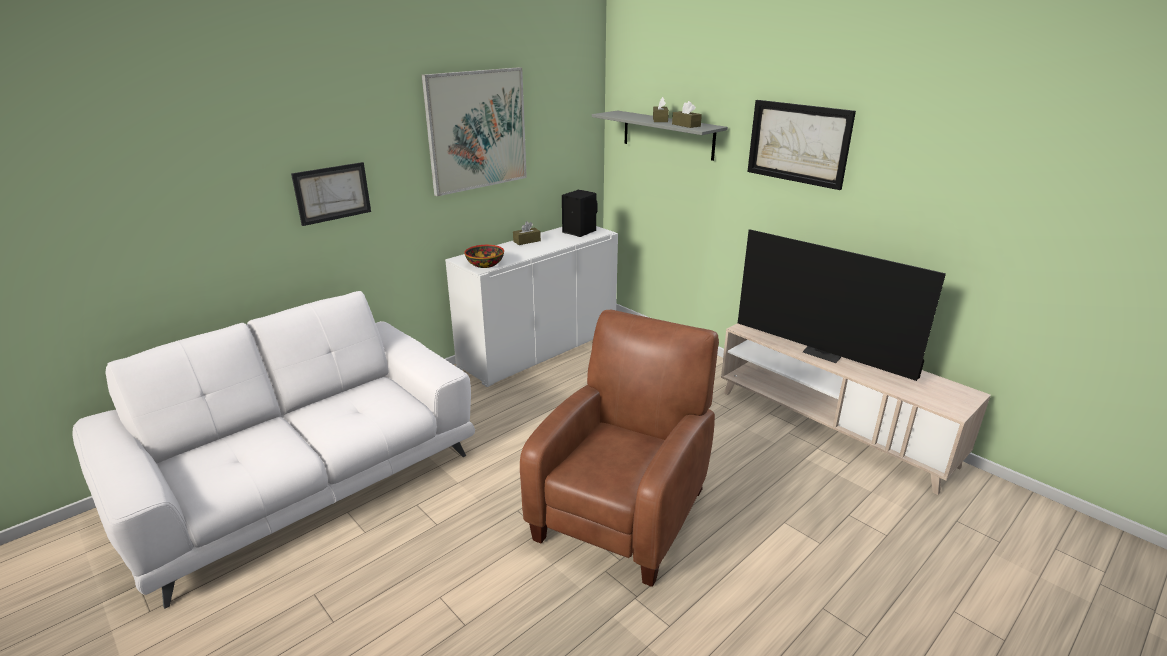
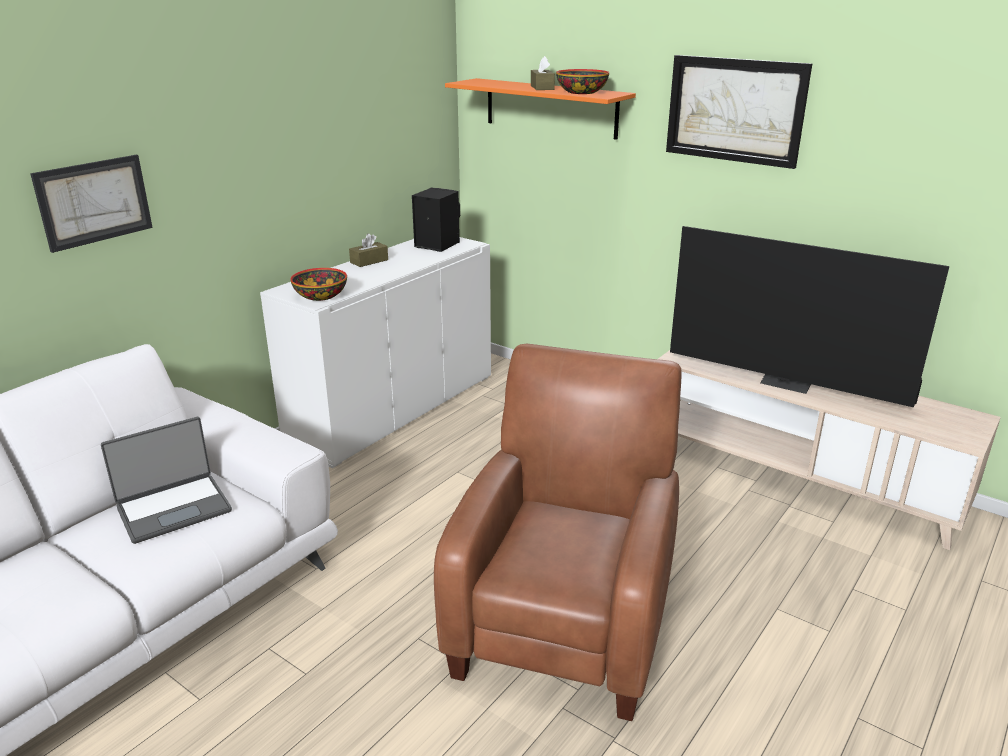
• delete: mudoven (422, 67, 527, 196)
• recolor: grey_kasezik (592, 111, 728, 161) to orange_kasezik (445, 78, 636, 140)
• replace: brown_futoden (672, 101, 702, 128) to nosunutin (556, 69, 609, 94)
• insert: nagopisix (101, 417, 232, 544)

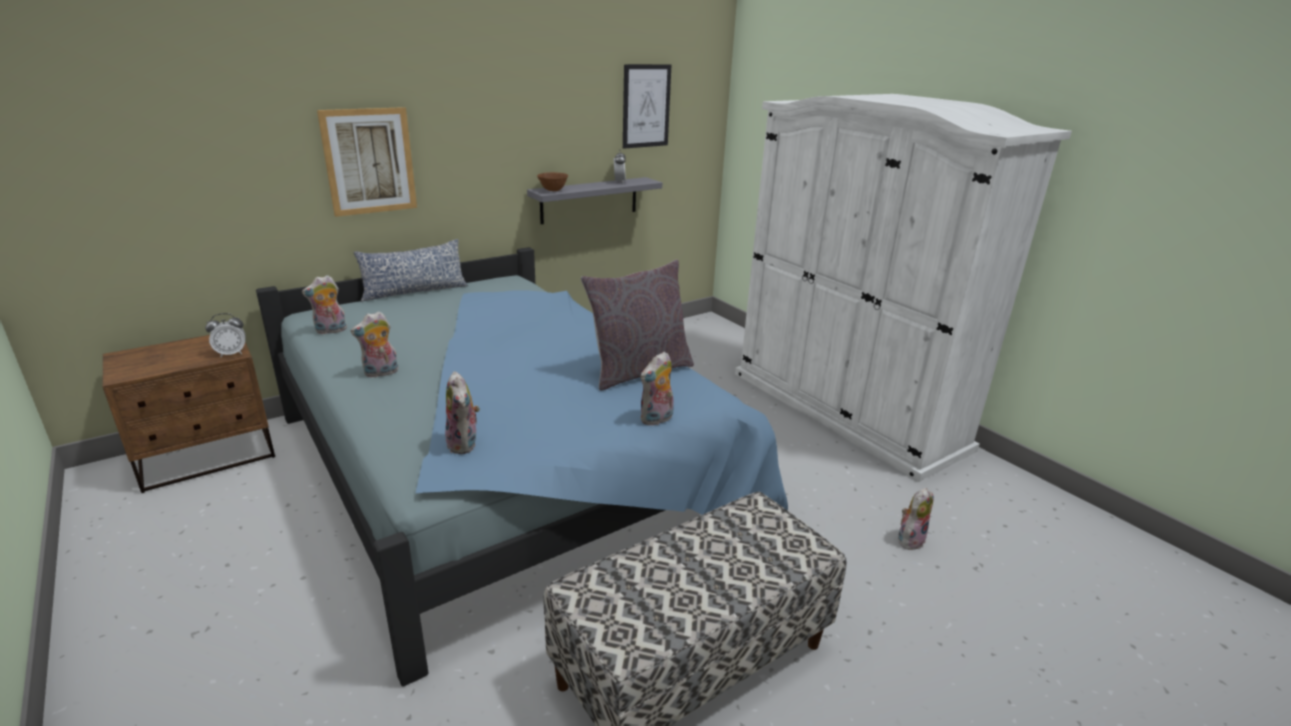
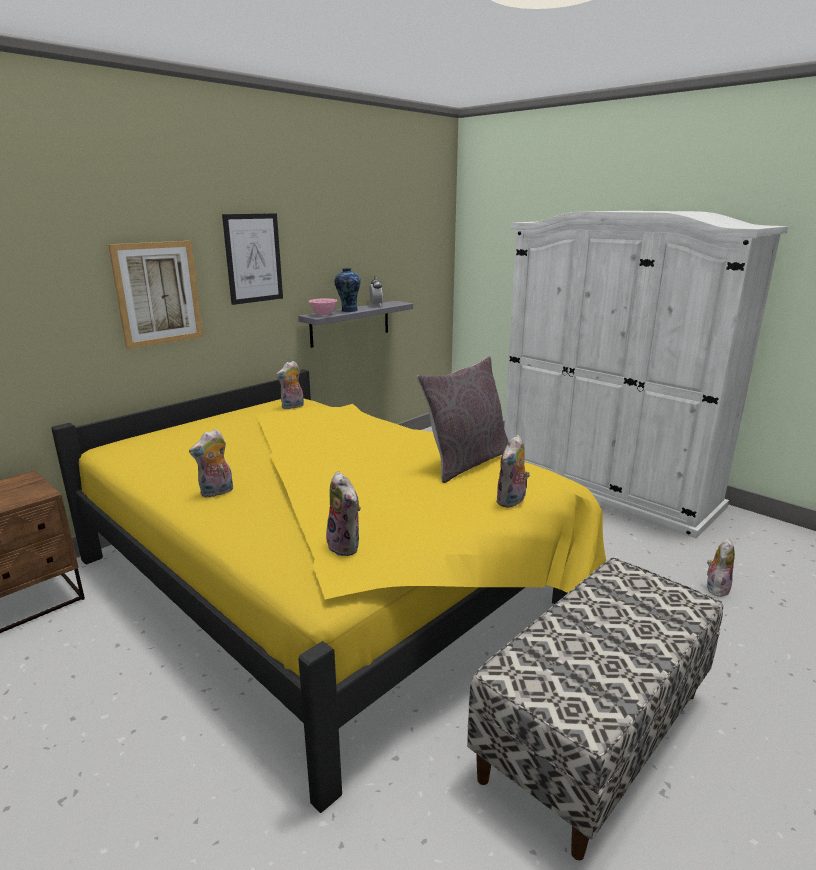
• delete: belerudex (205, 313, 246, 357)
• recolor: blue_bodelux (256, 247, 788, 687) to yellow_bodelux (51, 369, 606, 813)
• move: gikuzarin (302, 275, 347, 334) to (276, 361, 304, 409)
• delete: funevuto (354, 239, 468, 302)
• recolor: brown_nosunutin (537, 172, 568, 191) to pink_nosunutin (308, 299, 337, 315)
• move: mudoven (623, 64, 671, 149) to (222, 214, 283, 305)
• insert: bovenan (334, 268, 361, 312)

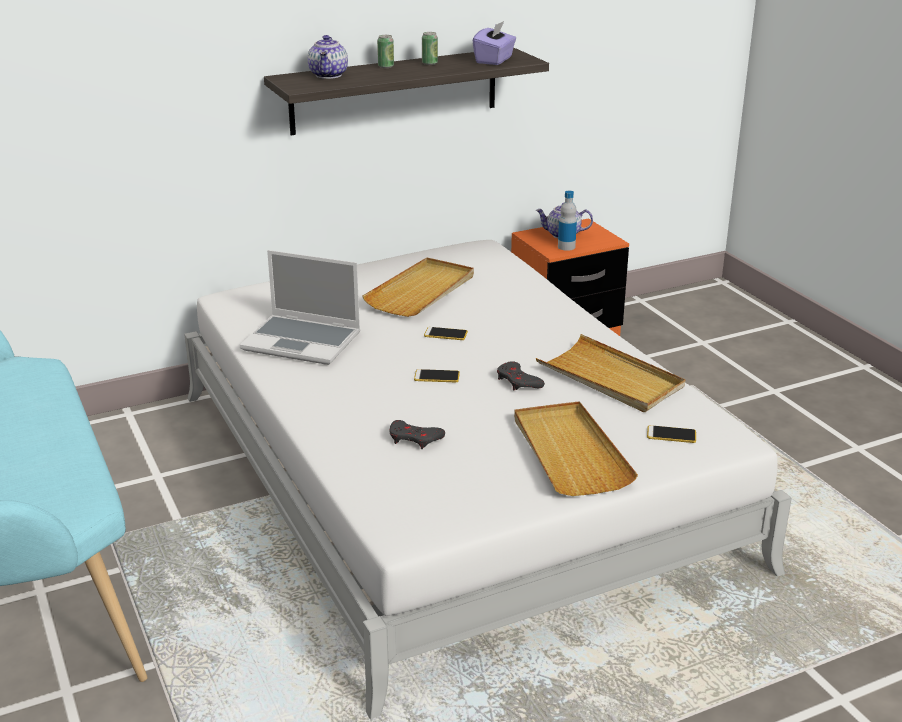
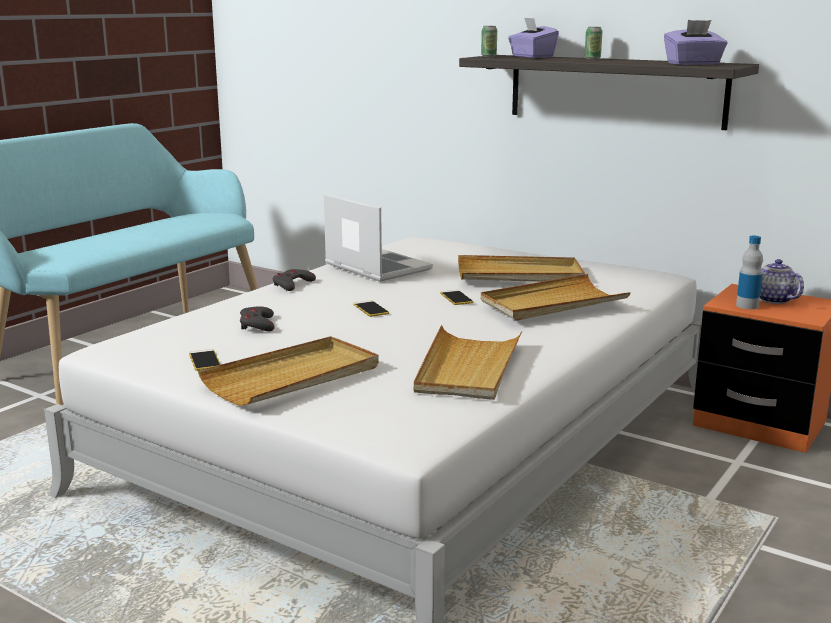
• rotate: nagopisix (240, 250, 360, 365) = (324, 194, 433, 282) 150 degrees clockwise
• replace: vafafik (307, 35, 348, 79) to purple_futoden (508, 17, 559, 58)
• move: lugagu (422, 32, 438, 65) to (481, 25, 497, 57)
• move: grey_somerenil (497, 361, 545, 391) to (273, 269, 316, 291)
• move: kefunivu (647, 425, 696, 443) to (189, 349, 221, 371)
• insert: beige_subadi (481, 274, 631, 321)

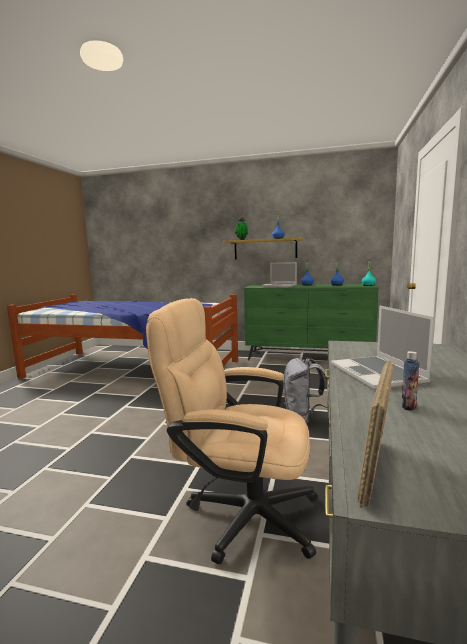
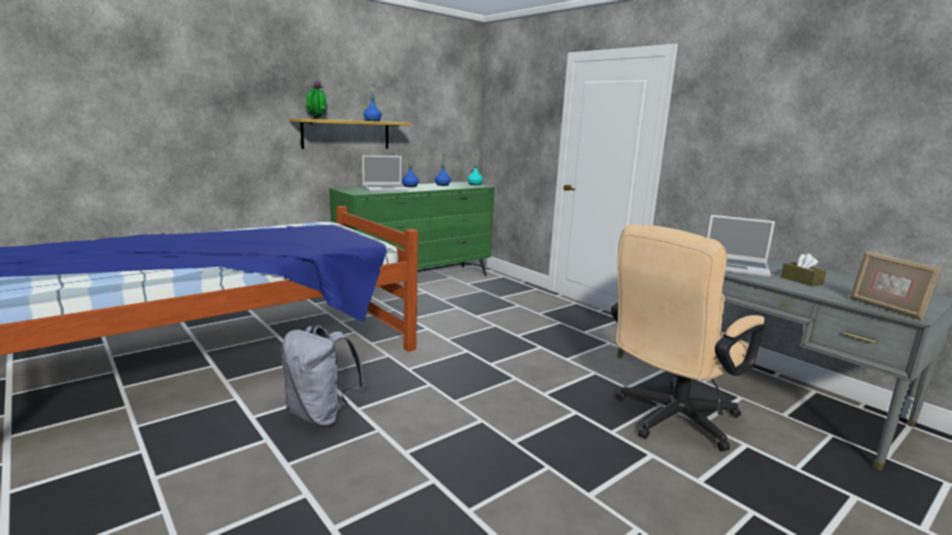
• move: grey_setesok (284, 357, 328, 424) to (281, 325, 365, 427)
• replace: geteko (401, 351, 419, 411) to brown_futoden (781, 253, 826, 286)

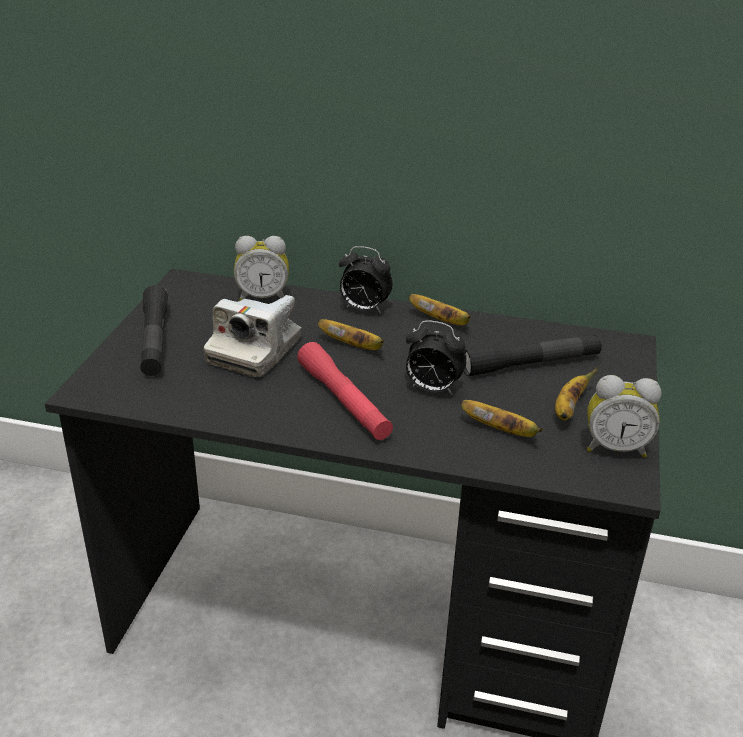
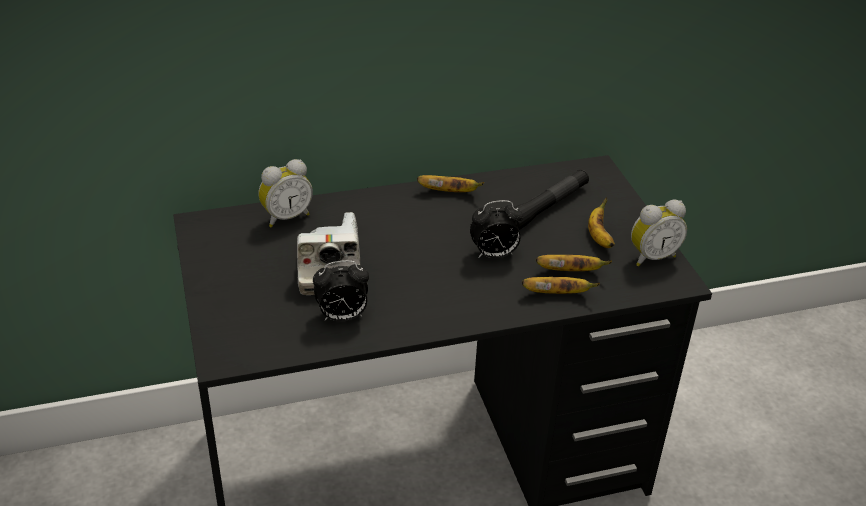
• delete: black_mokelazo (140, 285, 168, 376)
• delete: red_mokelazo (297, 342, 393, 440)
• move: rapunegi (317, 319, 384, 350) to (522, 277, 600, 294)
• move: belerudex (339, 246, 393, 313) to (313, 260, 369, 321)

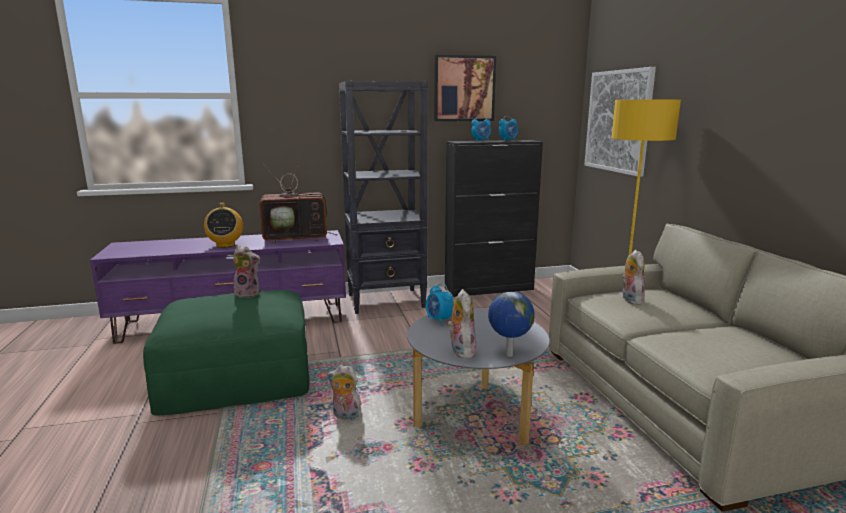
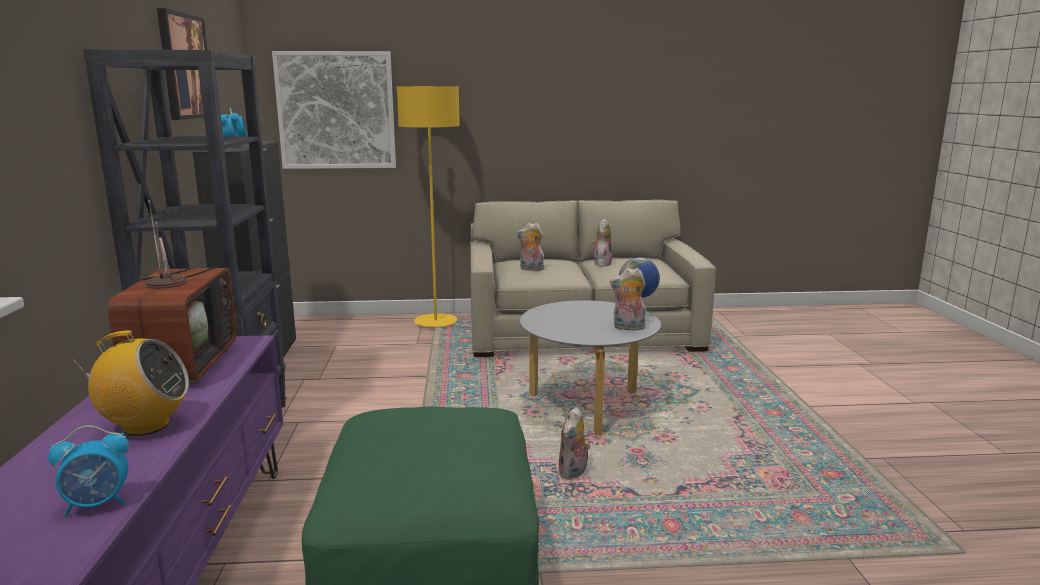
• move: gikuzarin (233, 246, 261, 298) to (592, 219, 612, 267)
• move: belerudex (426, 283, 453, 325) to (48, 425, 129, 516)

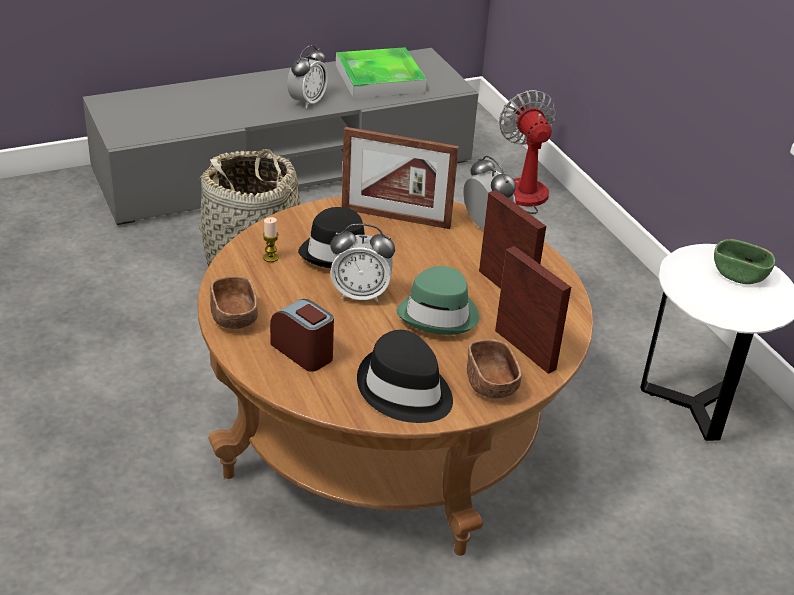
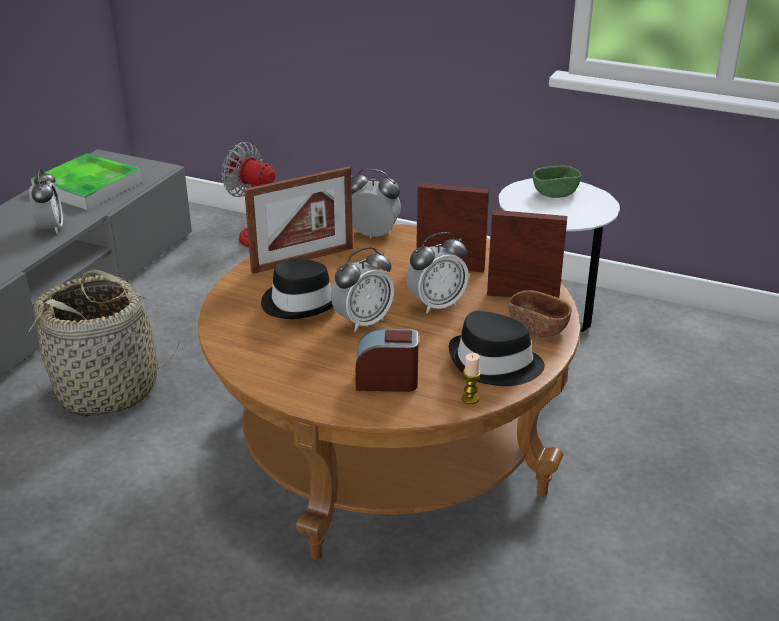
• delete: brown_nosunutin (210, 276, 258, 329)
• move: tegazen (263, 217, 279, 262) to (462, 353, 481, 404)
• replace: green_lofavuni (396, 266, 479, 335) to belerudex (406, 232, 469, 314)

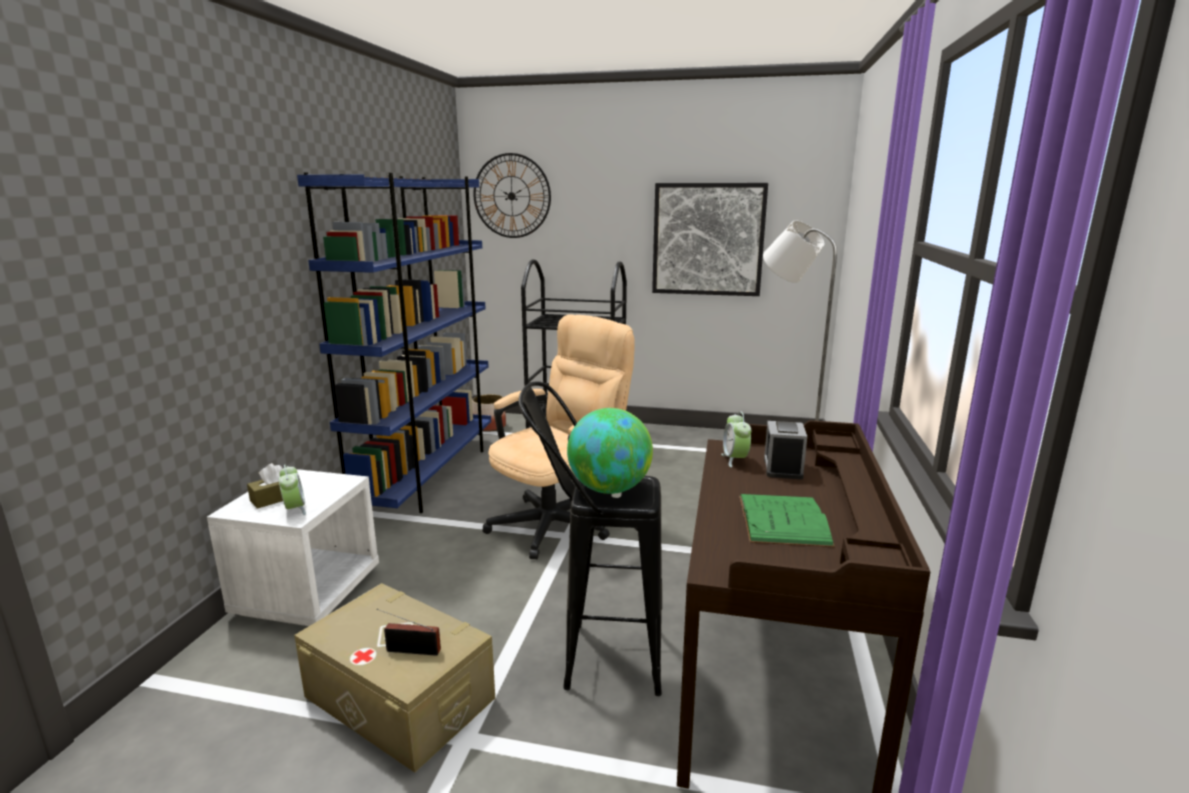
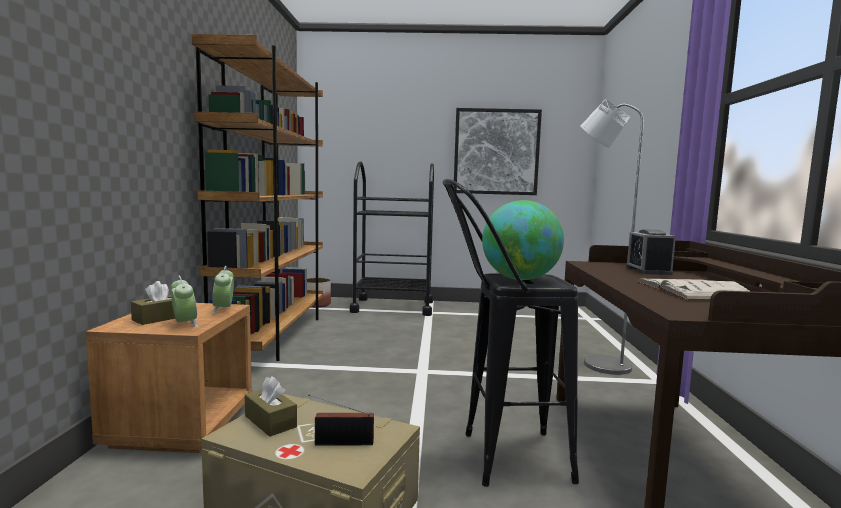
• recolor: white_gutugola (207, 469, 379, 626) to brown_gutugola (86, 303, 252, 453)
• recolor: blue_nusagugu (297, 172, 491, 513) to brown_nusagugu (192, 34, 323, 361)
• delete: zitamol (473, 153, 551, 238)
• delete: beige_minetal (483, 314, 635, 559)
• move: belerudex (721, 412, 751, 467) to (212, 266, 234, 314)
• recolor: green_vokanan (739, 494, 835, 547) to white_vokanan (637, 279, 749, 300)
• insert: brown_futoden (245, 376, 297, 437)

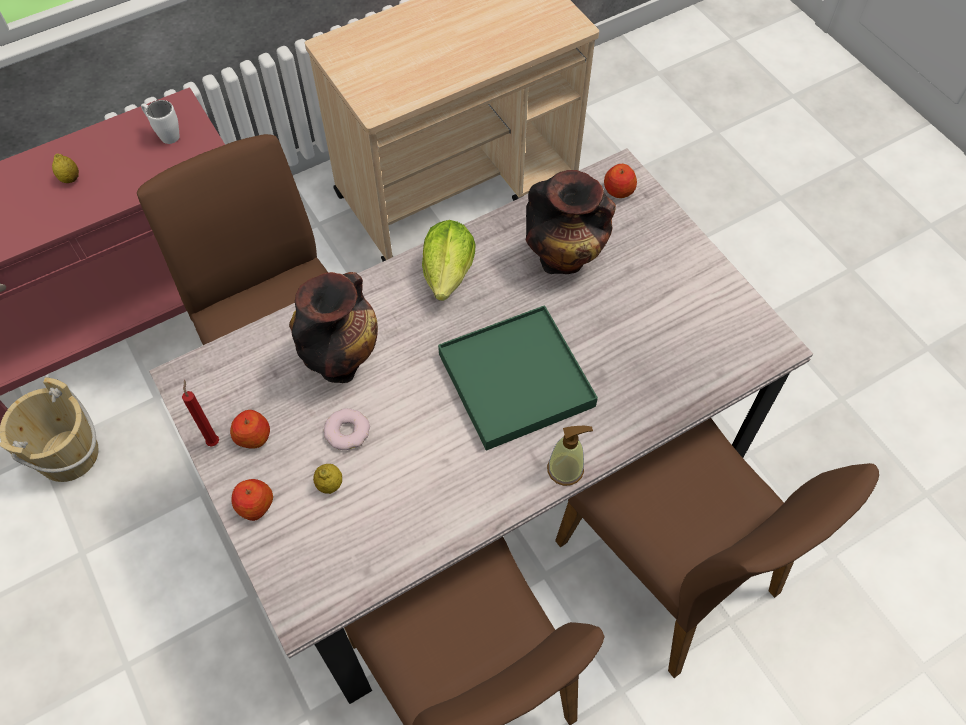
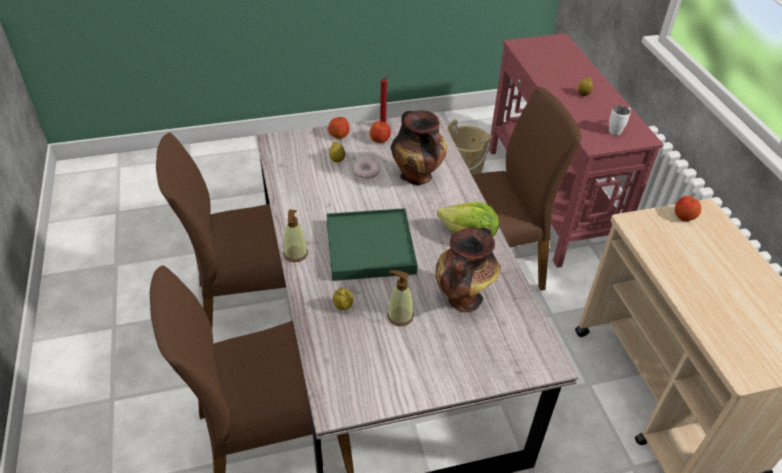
• move: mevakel (604, 164, 637, 198) to (675, 196, 701, 221)
• insert: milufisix (333, 288, 353, 310)
• insert: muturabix (387, 270, 414, 326)

